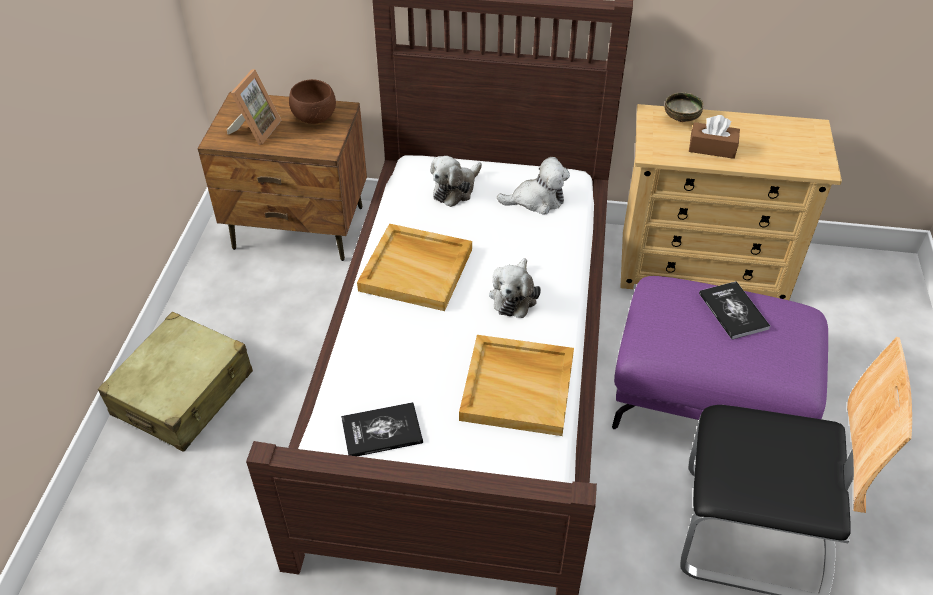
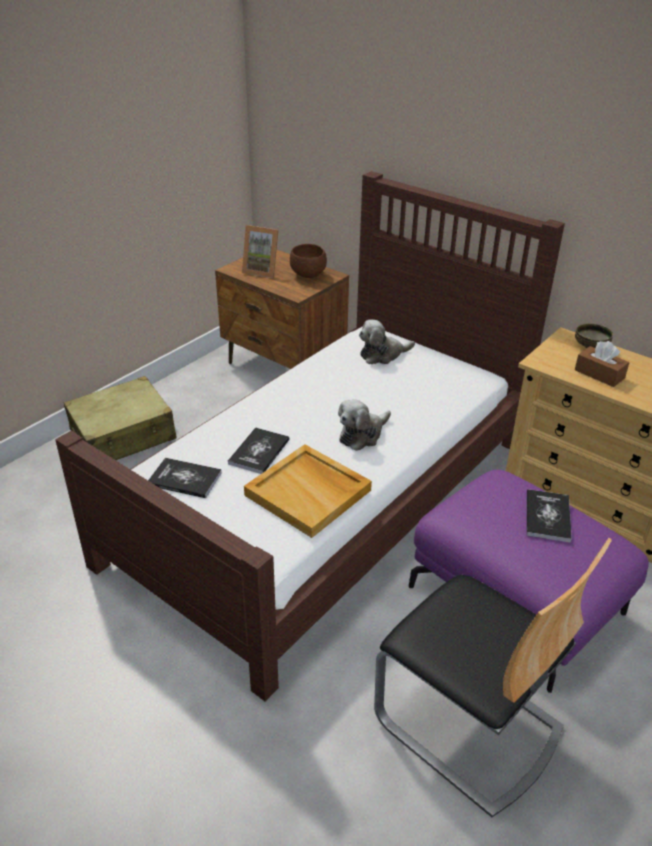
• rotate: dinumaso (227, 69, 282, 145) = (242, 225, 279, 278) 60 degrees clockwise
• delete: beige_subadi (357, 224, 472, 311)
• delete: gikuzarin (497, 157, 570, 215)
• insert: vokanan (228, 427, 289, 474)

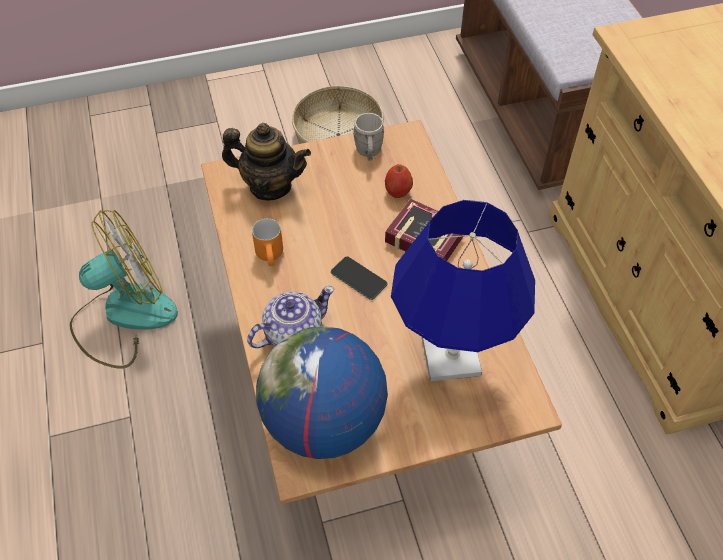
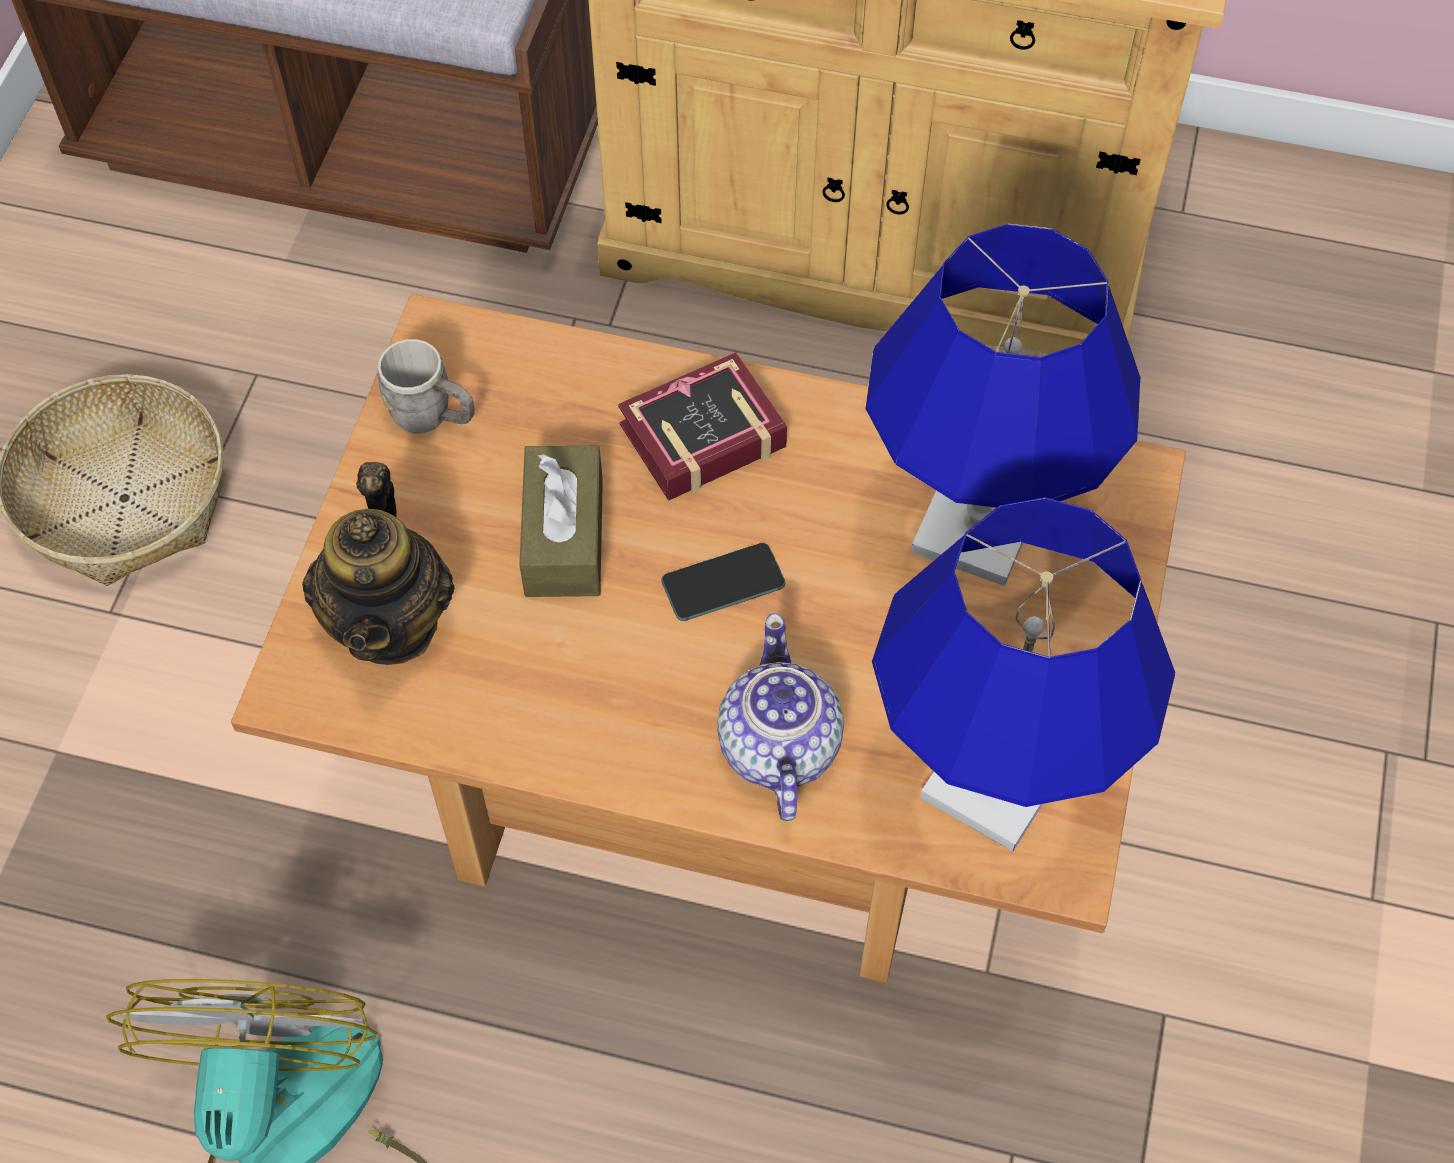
• rotate: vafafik (222, 123, 311, 201) = (302, 462, 454, 665) 135 degrees clockwise
• delete: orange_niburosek (252, 218, 283, 266)
• replace: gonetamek (256, 326, 388, 459) to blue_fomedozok (872, 497, 1175, 851)
• delete: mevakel (385, 164, 413, 198)
• insert: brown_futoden (519, 446, 603, 597)

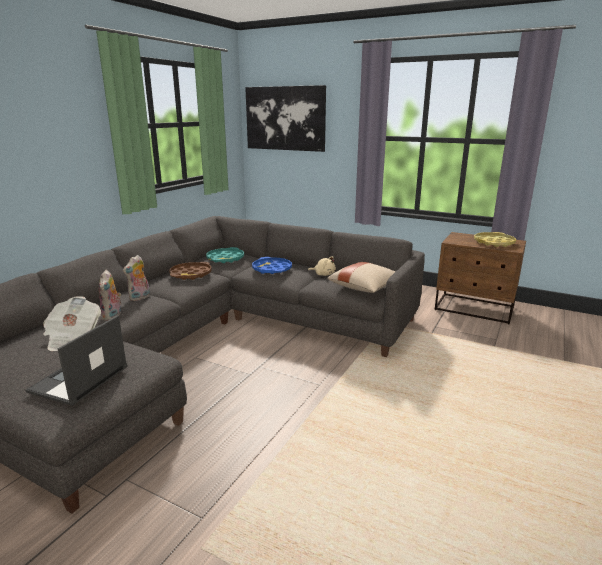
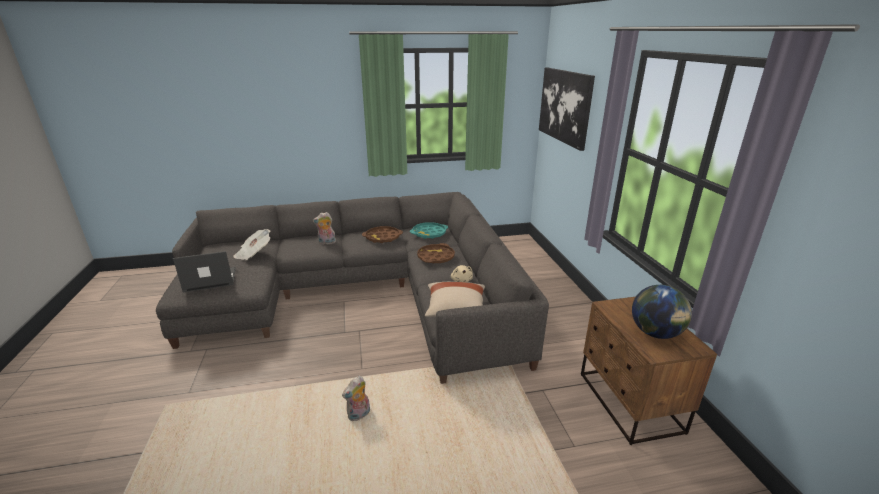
• move: gikuzarin (99, 270, 121, 321) to (342, 376, 370, 421)
• recolor: blue_subadi (252, 257, 292, 274) to brown_subadi (417, 243, 455, 263)
• replace: yellow_subadi (474, 232, 516, 247) to gonetamek (632, 285, 692, 339)

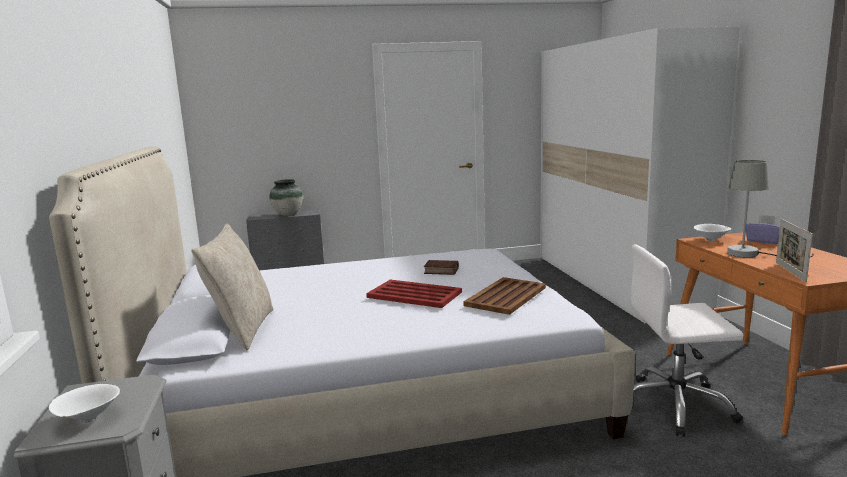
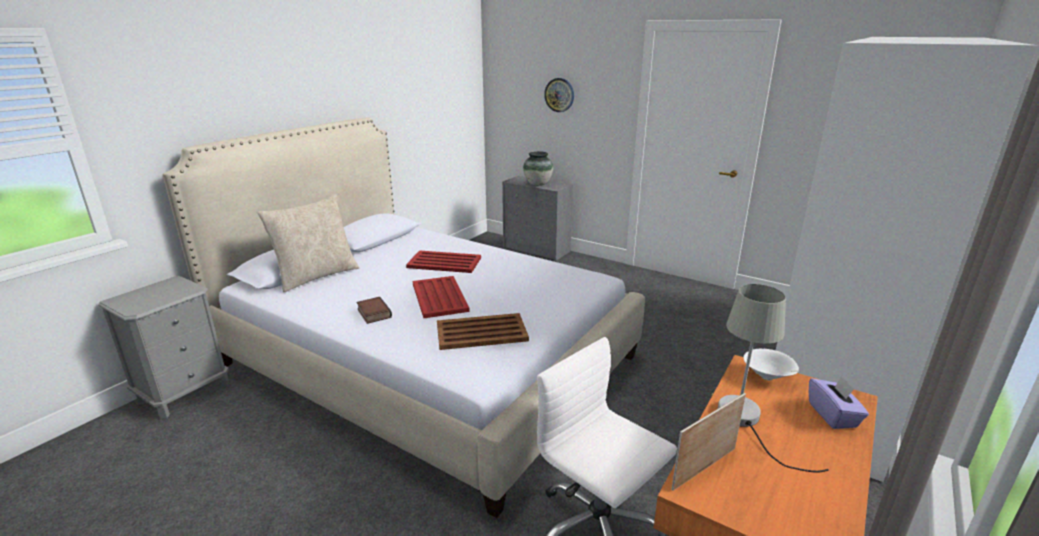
• delete: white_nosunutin (49, 384, 120, 423)
• move: vokanan (424, 260, 459, 275) to (357, 297, 392, 324)
• insert: red_subadi (406, 250, 481, 273)
• insert: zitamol (544, 78, 574, 112)

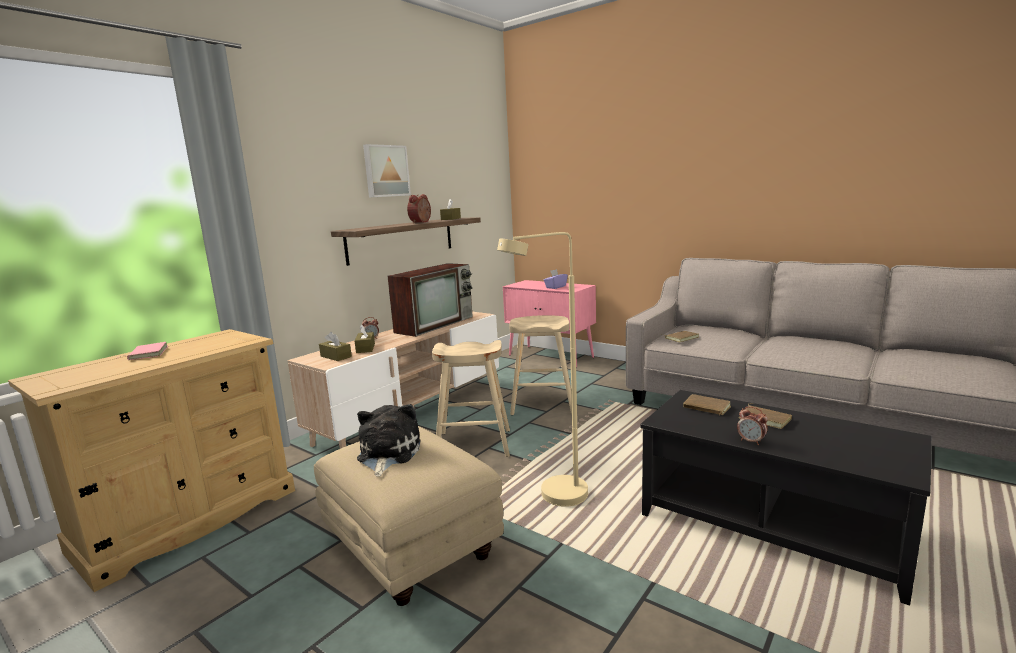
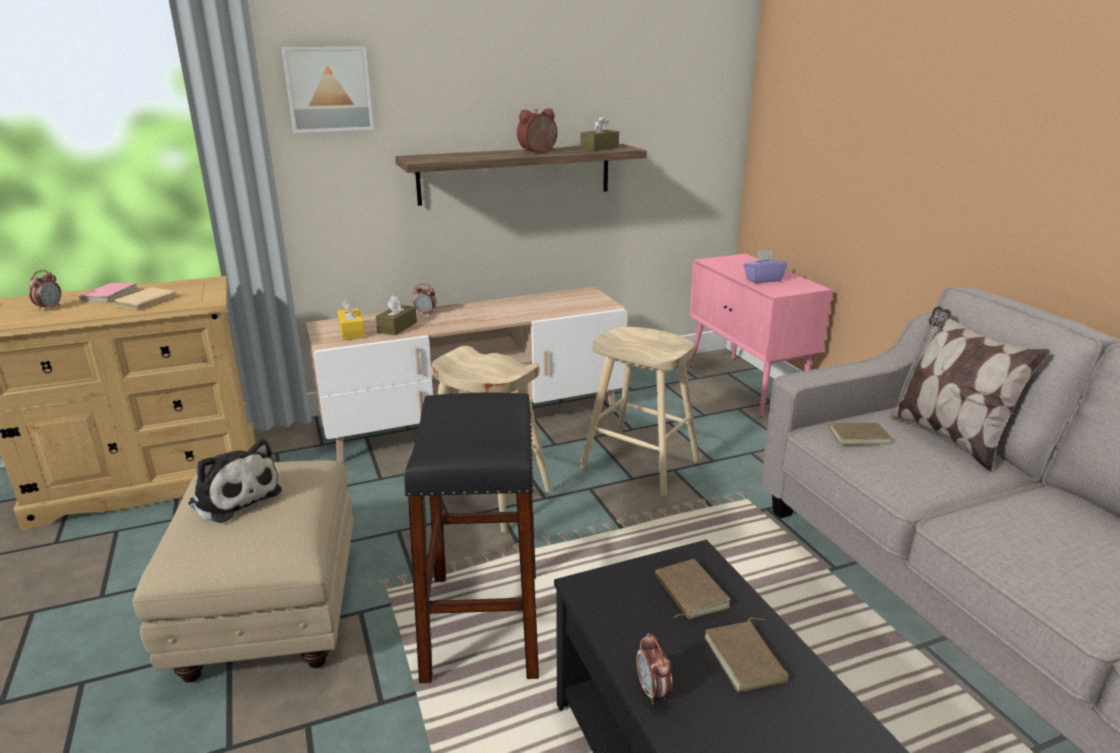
• recolor: brown_futoden (319, 332, 352, 361) to yellow_futoden (337, 299, 365, 340)
• rotate: gikuzarin (357, 404, 420, 477) = (188, 439, 282, 523) 90 degrees clockwise
• move: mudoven (363, 144, 411, 198) to (282, 47, 374, 133)
• delete: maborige (387, 263, 473, 337)
• replace: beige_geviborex (497, 232, 588, 507) to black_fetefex (404, 392, 539, 683)
• insert: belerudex (29, 270, 62, 311)
• insert: beige_vokanan (114, 287, 182, 310)
• insert: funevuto (888, 306, 1050, 471)

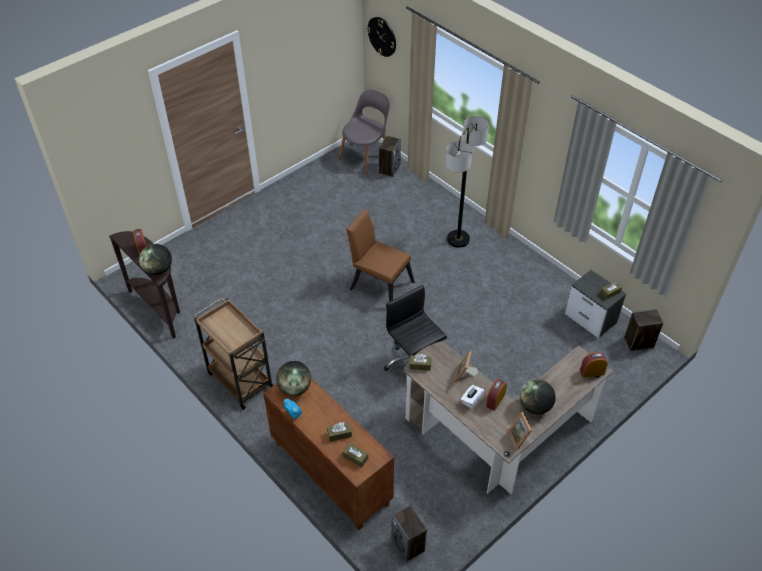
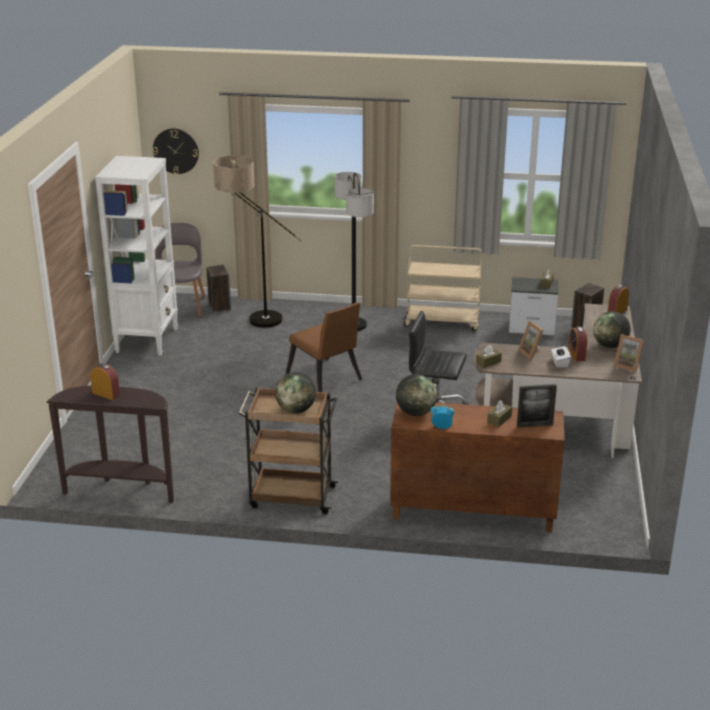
• move: gonetamek (139, 244, 172, 275) to (275, 372, 316, 414)
• replace: brown_futoden (342, 443, 368, 467) to dinumaso (517, 384, 557, 428)
• rotate: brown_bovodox (346, 209, 415, 302) = (286, 302, 362, 392) 120 degrees counterclockwise
• delete: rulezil (391, 506, 427, 562)
• insert: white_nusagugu (95, 156, 178, 356)
• insert: geviborex (213, 155, 302, 328)
• insert: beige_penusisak (404, 245, 482, 331)

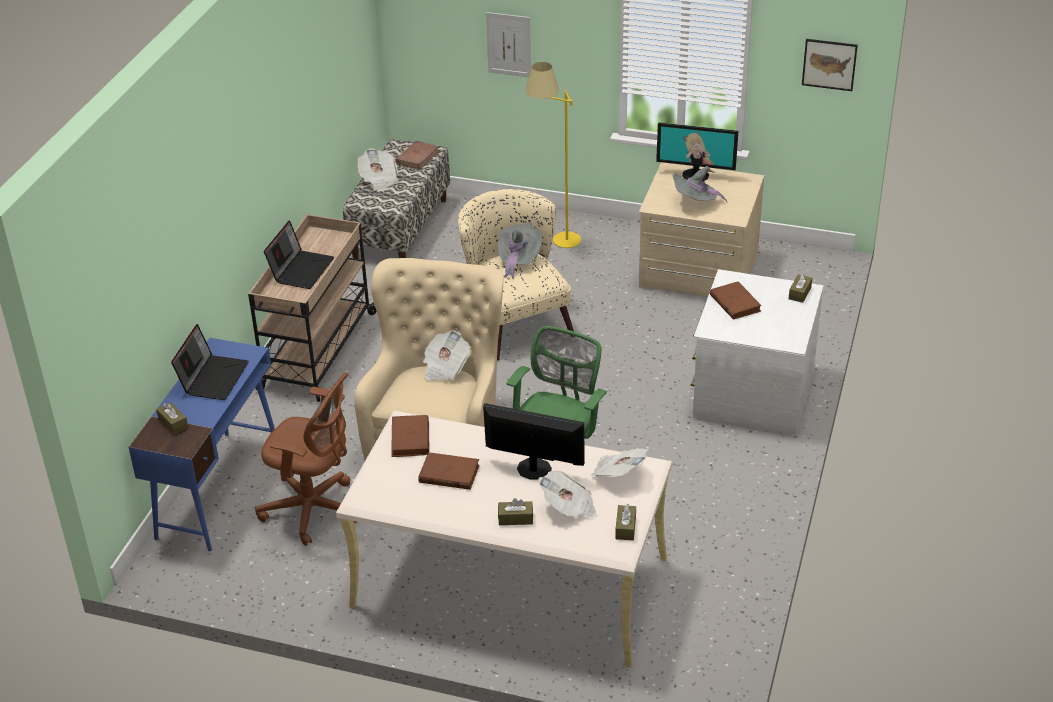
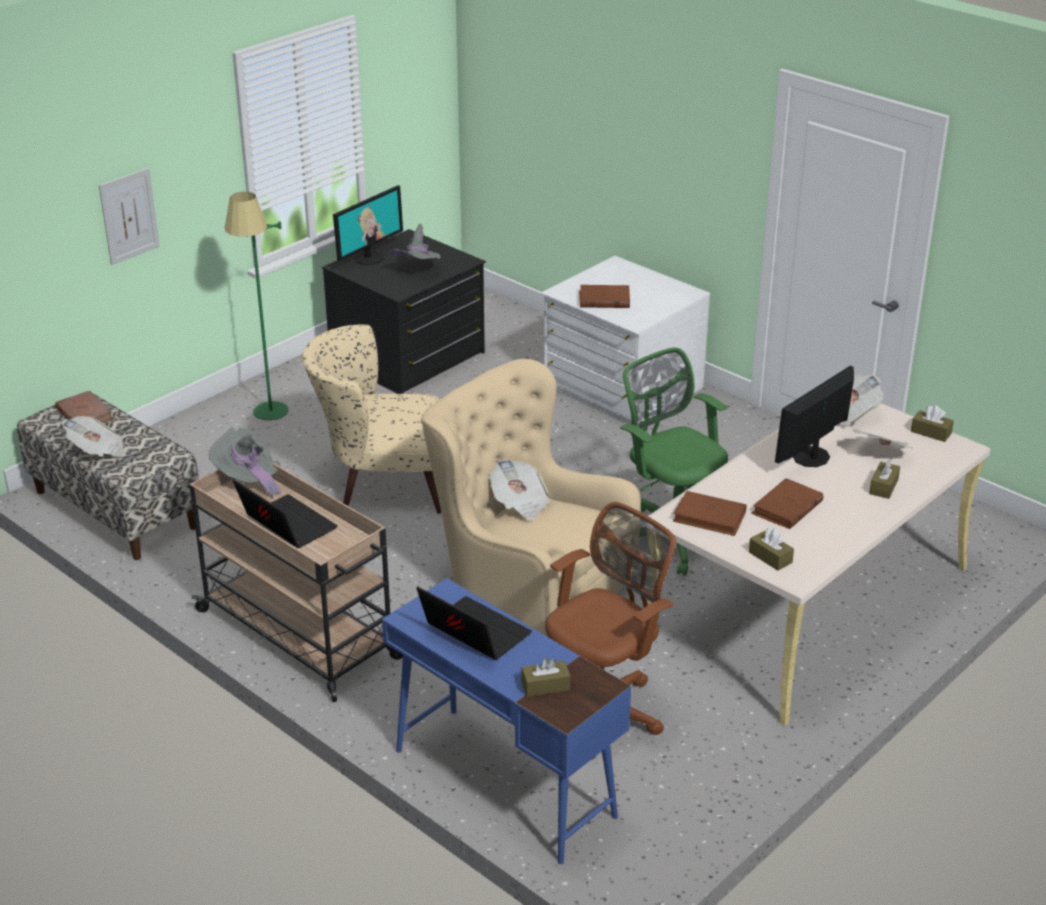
• move: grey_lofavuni (498, 223, 542, 279) to (209, 427, 282, 499)
• recolor: yellow_geviborex (526, 62, 581, 248) to green_geviborex (225, 192, 288, 420)
• recolor: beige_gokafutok (639, 162, 764, 297) to black_gokafutok (322, 229, 486, 394)
• move: brown_futoden (789, 273, 812, 303) to (749, 528, 794, 571)
• delete: mudoven (802, 39, 858, 91)

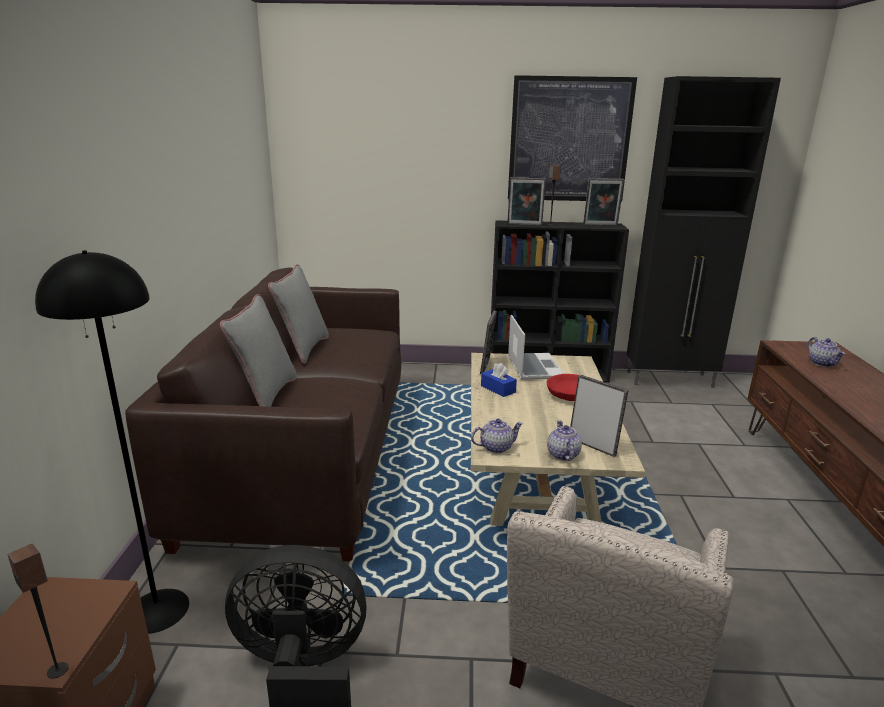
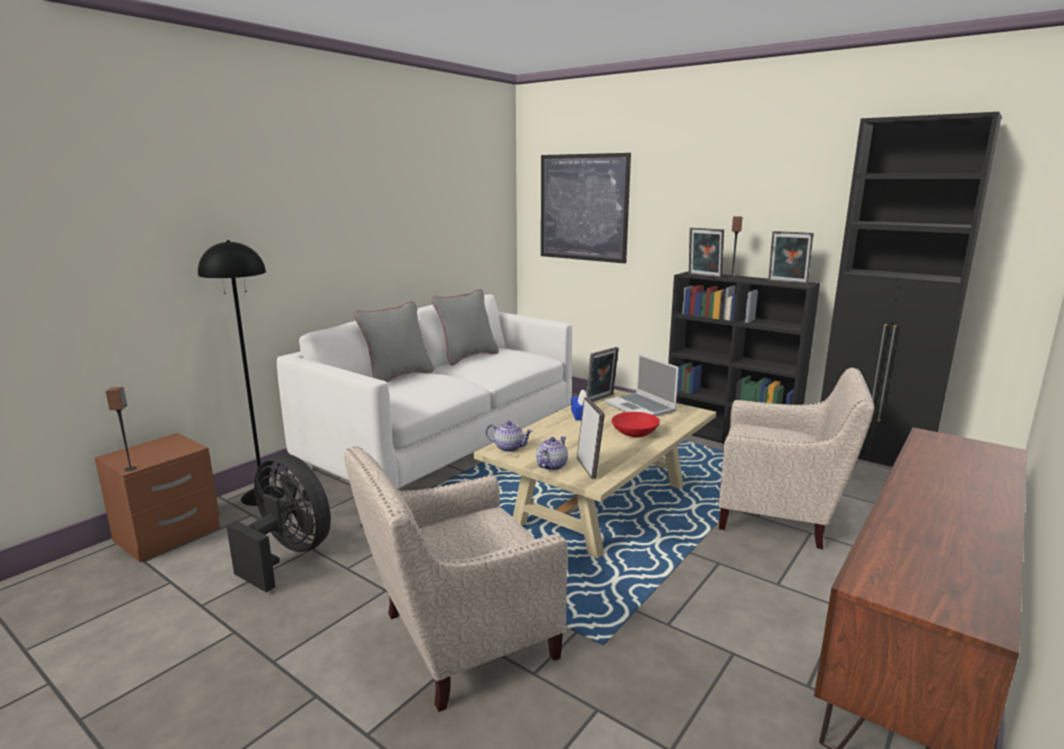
• recolor: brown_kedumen (125, 267, 401, 562) to white_kedumen (277, 295, 572, 490)
• move: mudoven (508, 75, 637, 202) to (541, 153, 631, 263)
• rotate: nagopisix (508, 315, 564, 380) = (605, 354, 679, 416) 120 degrees clockwise
• delete: vafafik (808, 337, 845, 367)
• insert: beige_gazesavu (718, 367, 875, 549)

